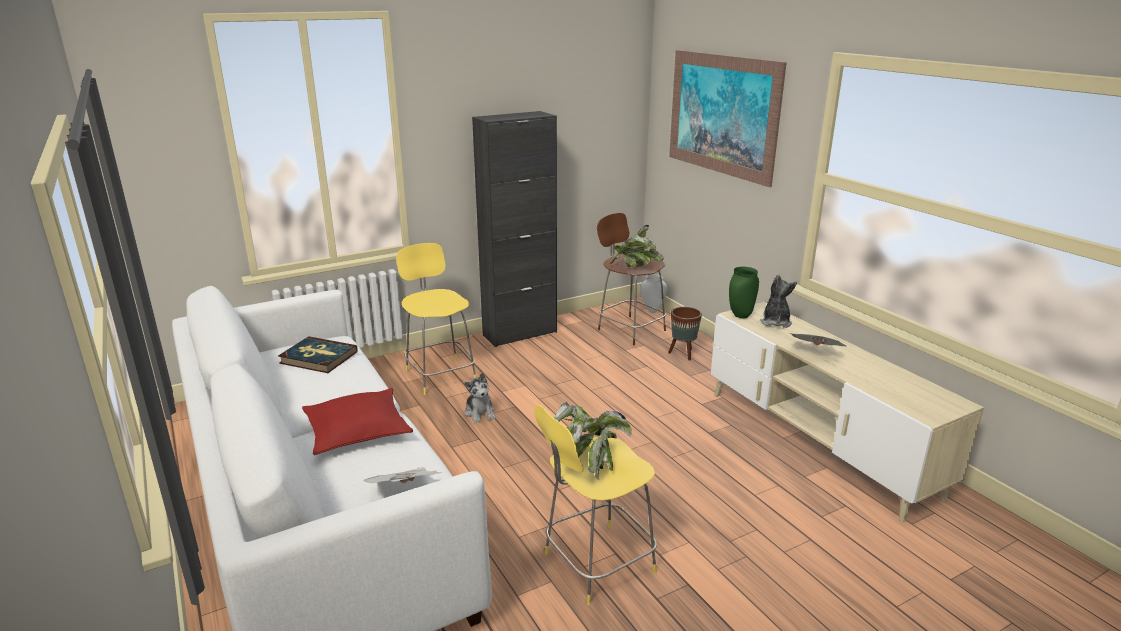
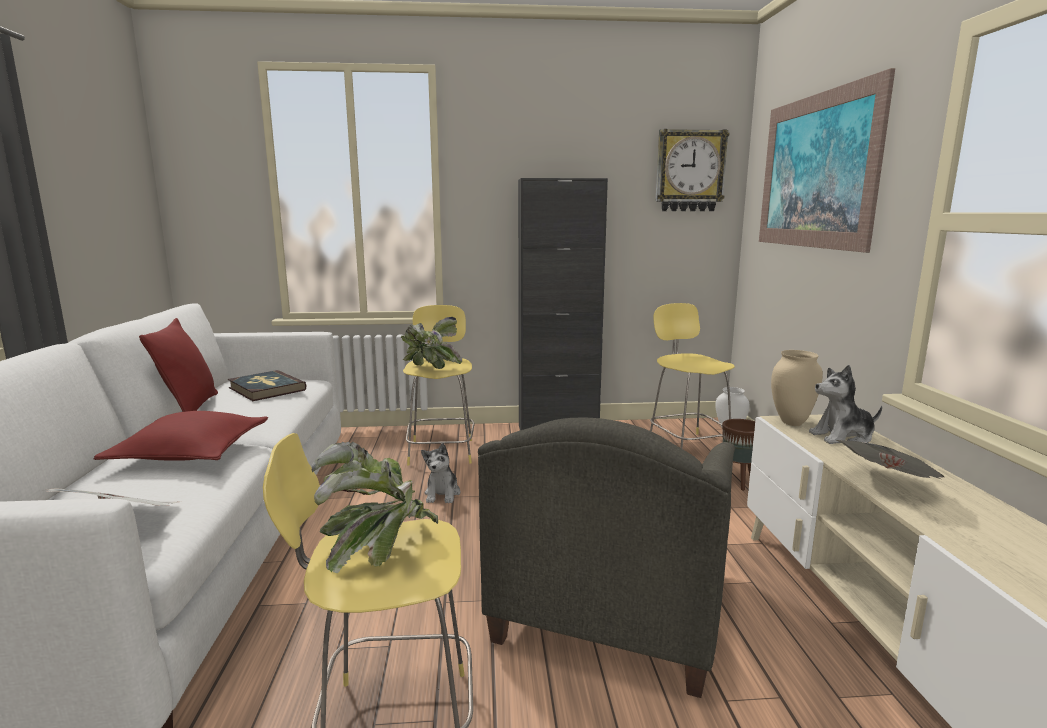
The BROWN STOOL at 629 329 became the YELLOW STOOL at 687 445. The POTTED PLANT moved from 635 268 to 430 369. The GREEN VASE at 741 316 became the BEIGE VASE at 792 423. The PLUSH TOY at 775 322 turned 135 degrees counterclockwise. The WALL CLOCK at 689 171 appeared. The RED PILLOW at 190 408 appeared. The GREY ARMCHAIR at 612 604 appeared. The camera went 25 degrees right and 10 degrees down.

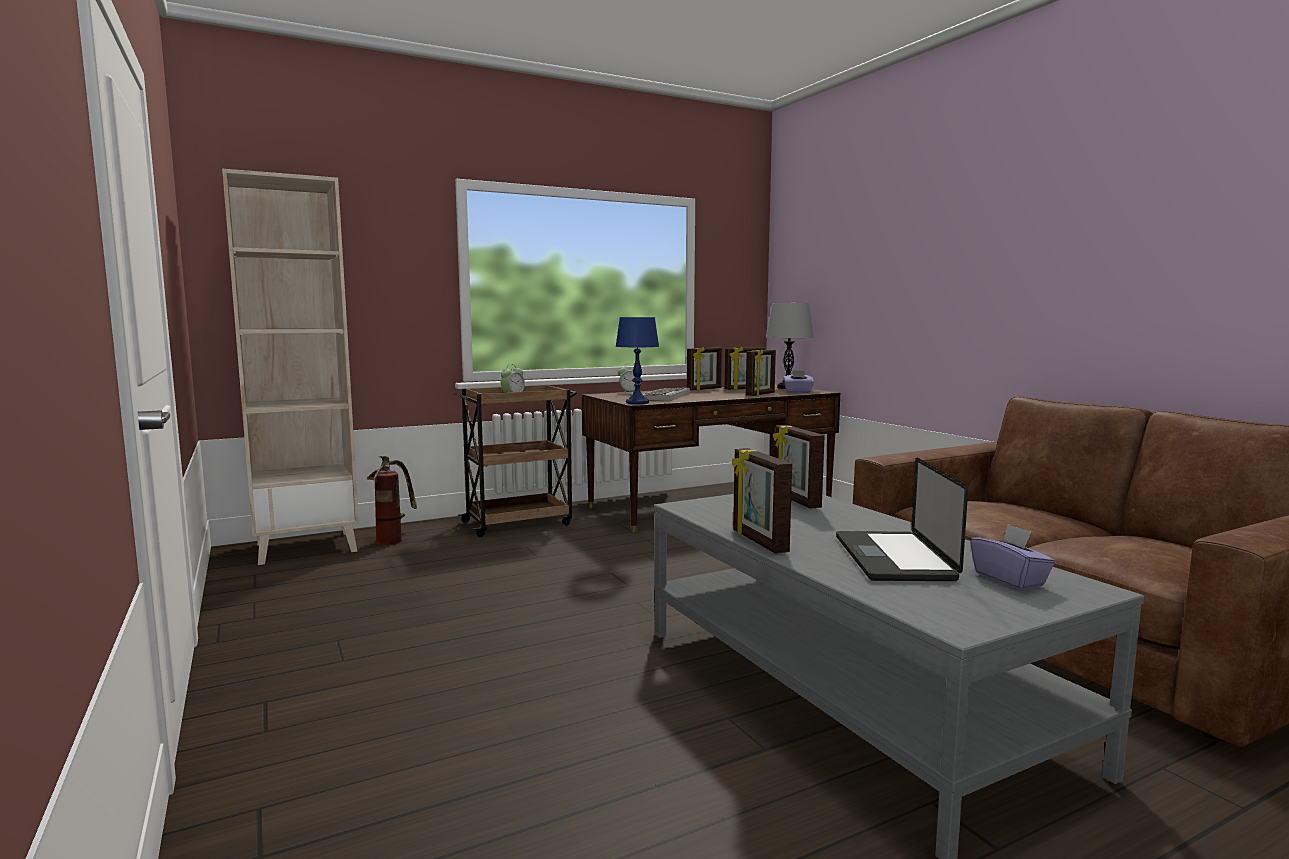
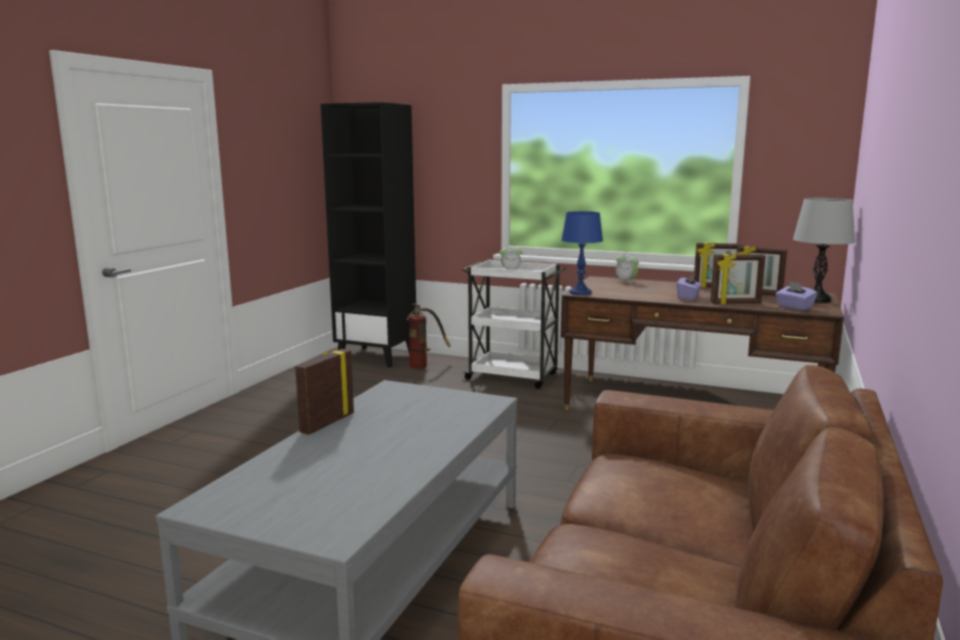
The BEIGE BOOKCASE at 307 547 became the BLACK BOOKCASE at 377 357. The BROWN CART at 519 523 became the WHITE CART at 513 377. The KEYBOARD at 664 396 disappeared. The PICTURE FRAME at 795 501 disappeared. The LAPTOP at 893 558 disappeared. The PURPLE TISSUE BOX moved from 1010 579 to 688 297. The camera went 50 degrees right and 5 degrees up.

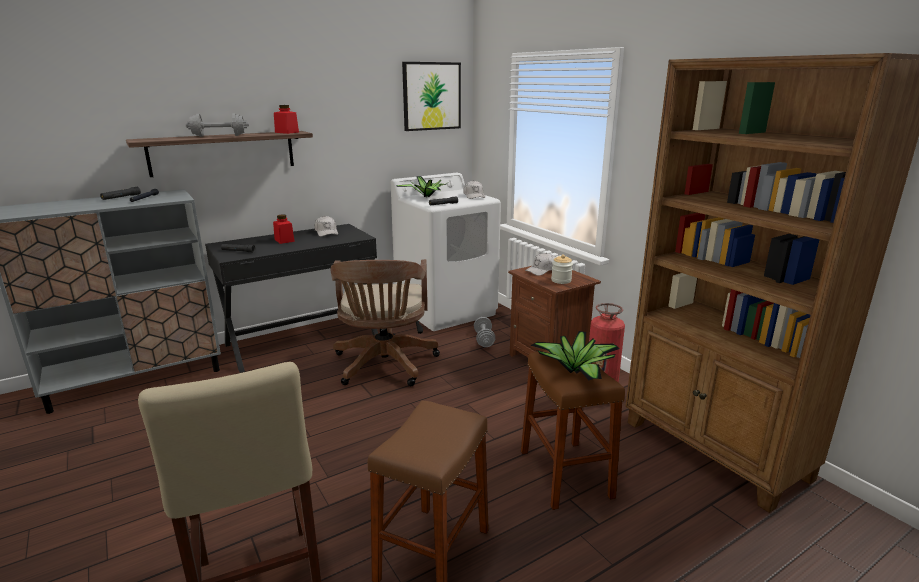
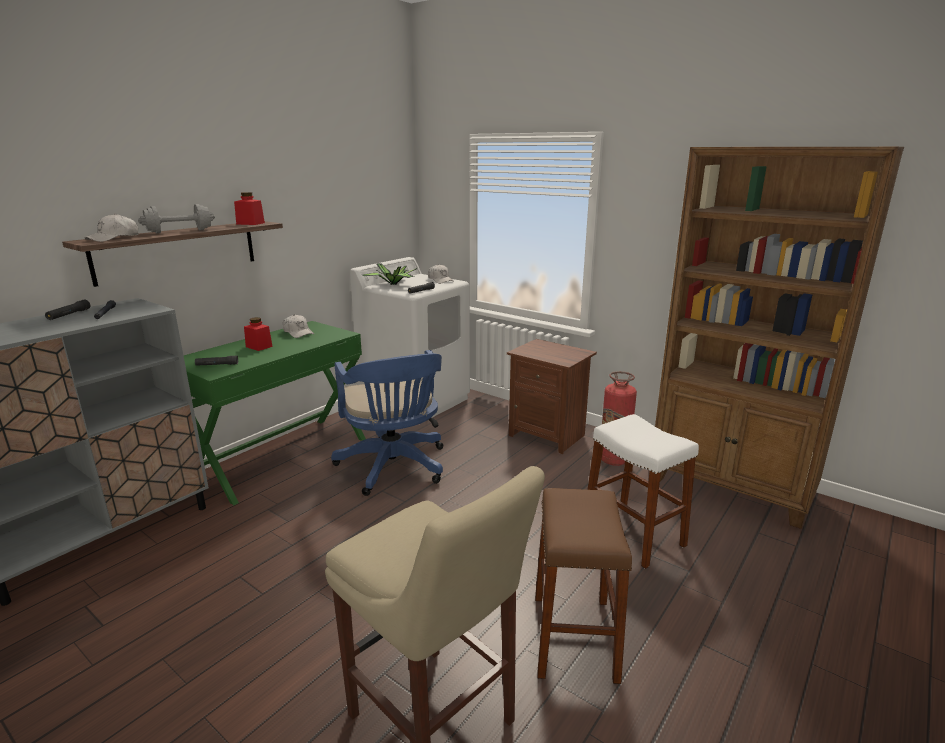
The PICTURE at 431 96 disappeared. The BLACK DESK at 303 340 became the GREEN DESK at 282 456. The WHITE CAP moved from 542 270 to 114 238. The JAR at 561 280 disappeared. The BROWN OFFICE CHAIR at 384 366 became the BLUE OFFICE CHAIR at 394 468. The GREY DUMBBELL at 484 340 disappeared. The POTTED PLANT at 576 371 disappeared. The BROWN STOOL at 565 473 became the WHITE STOOL at 633 534. The camera went 20 degrees left and 0 degrees up.

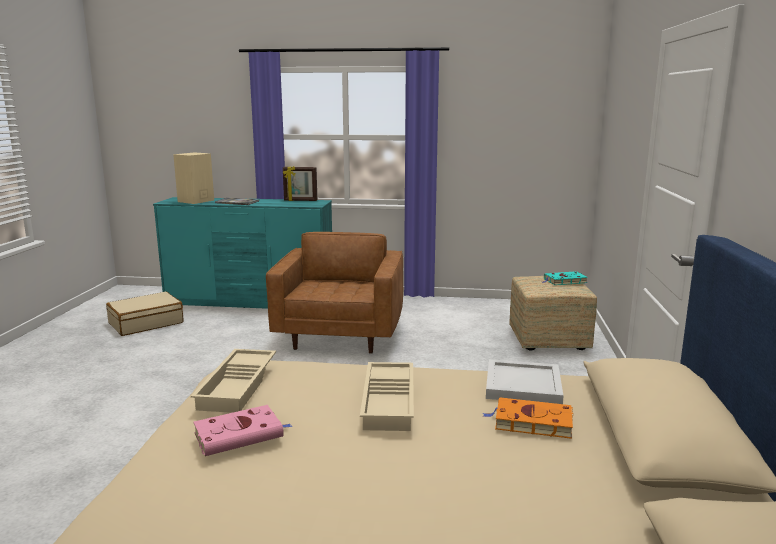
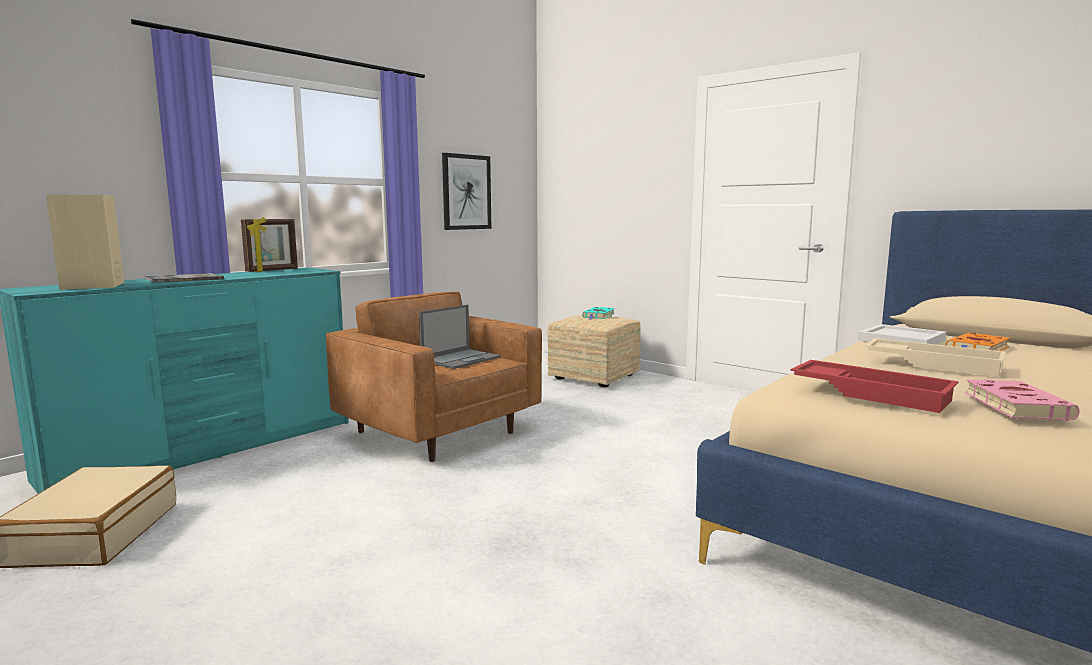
The BEIGE TRAY at 239 386 became the RED TRAY at 871 393. The PICTURE at 466 192 appeared. The LAPTOP at 461 359 appeared. The camera went 55 degrees left and 5 degrees down.

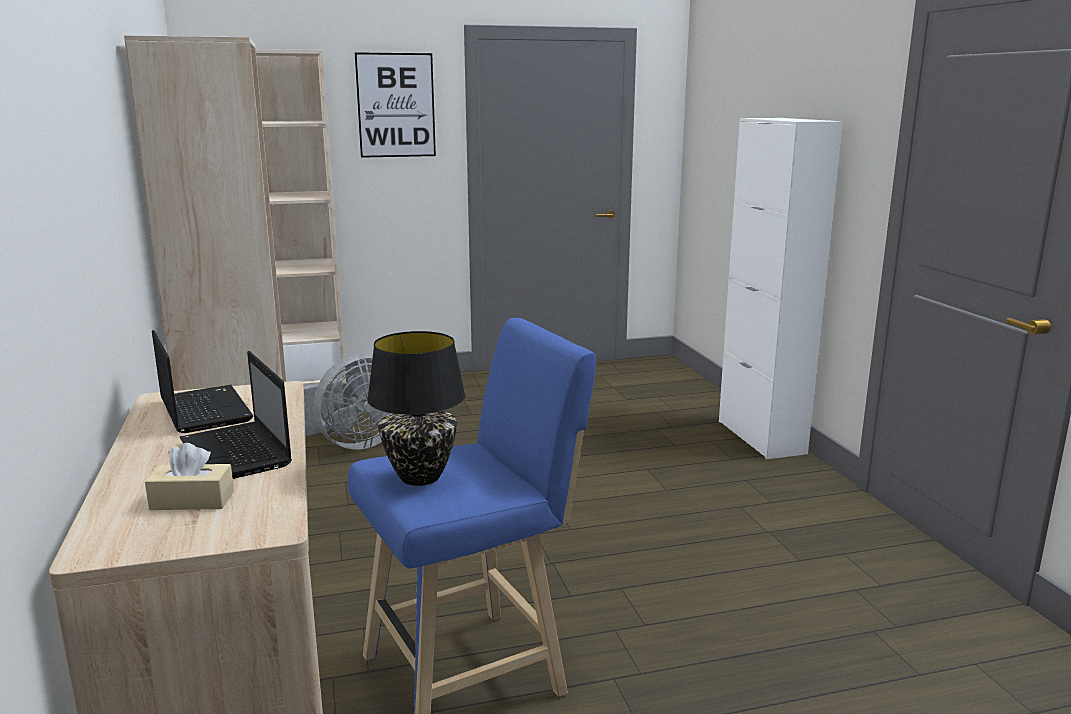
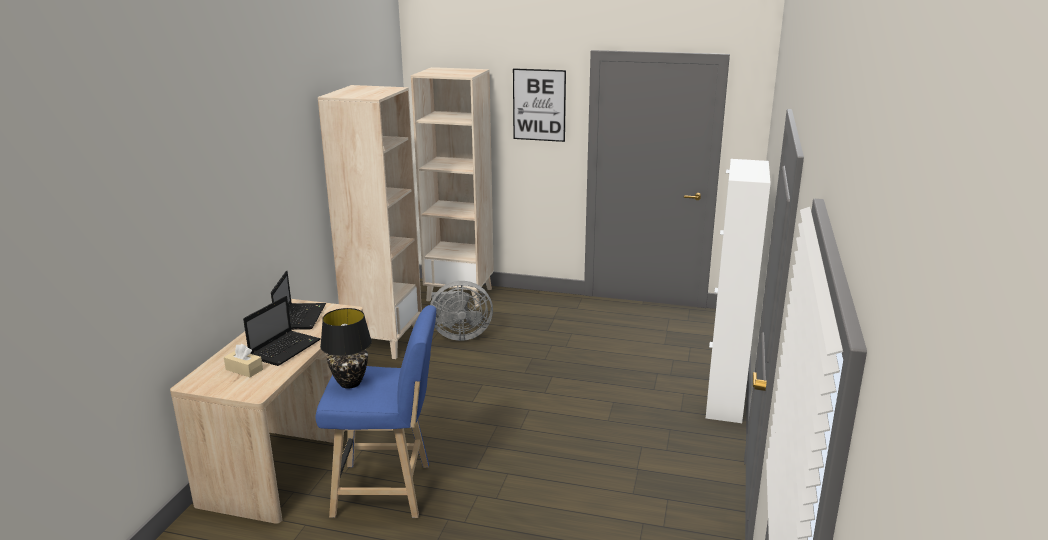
The LAPTOP at 237 454 turned 150 degrees counterclockwise. The camera went 30 degrees right and 5 degrees up.

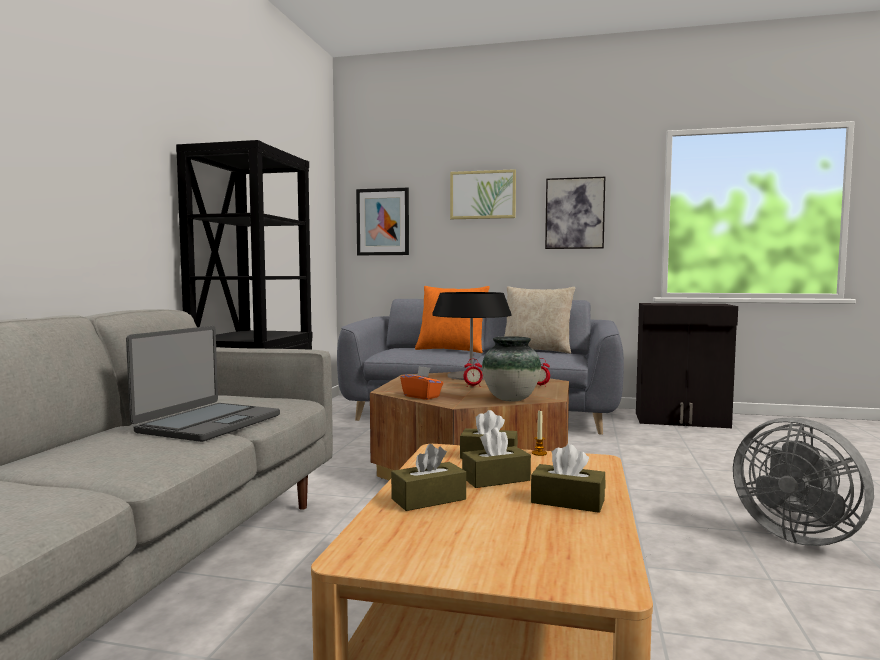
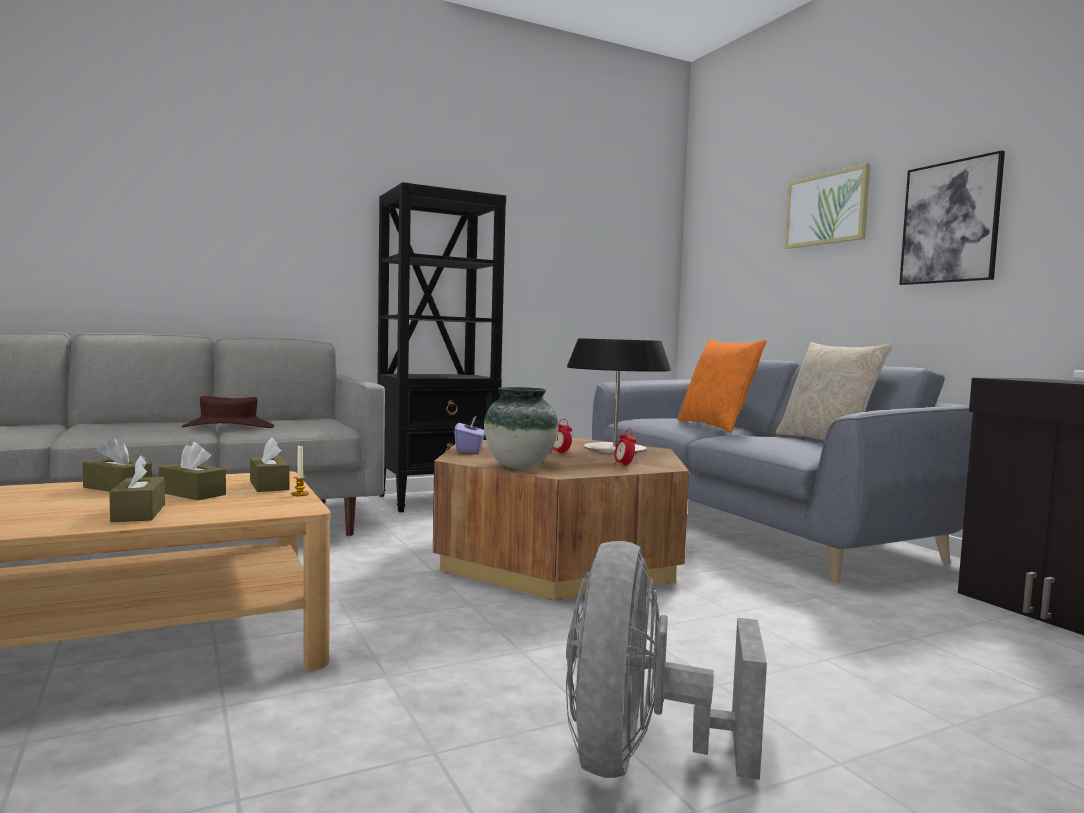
The PICTURE at 383 222 disappeared. The LAPTOP at 208 423 was replaced by the BROWN HAT at 229 427. The ORANGE TISSUE BOX at 422 396 became the PURPLE TISSUE BOX at 470 450. The camera went 50 degrees right and 0 degrees up.

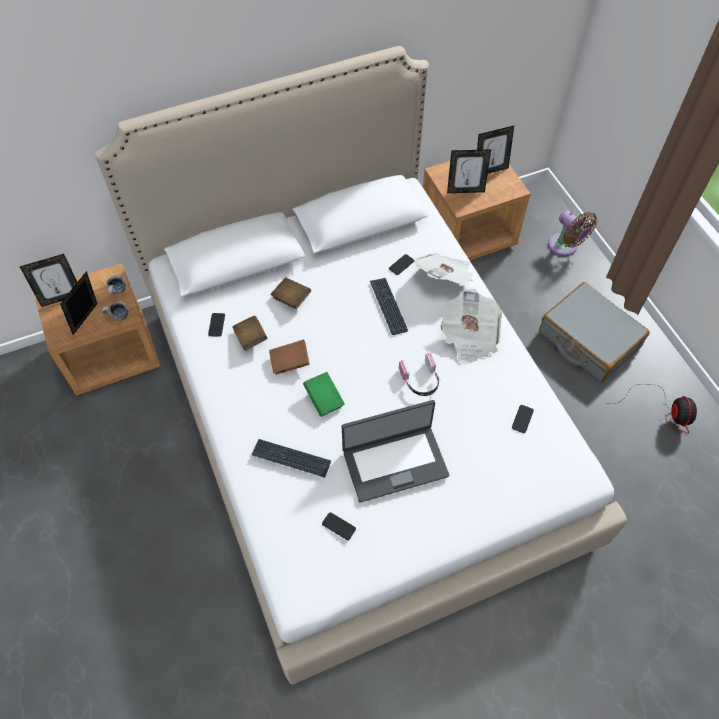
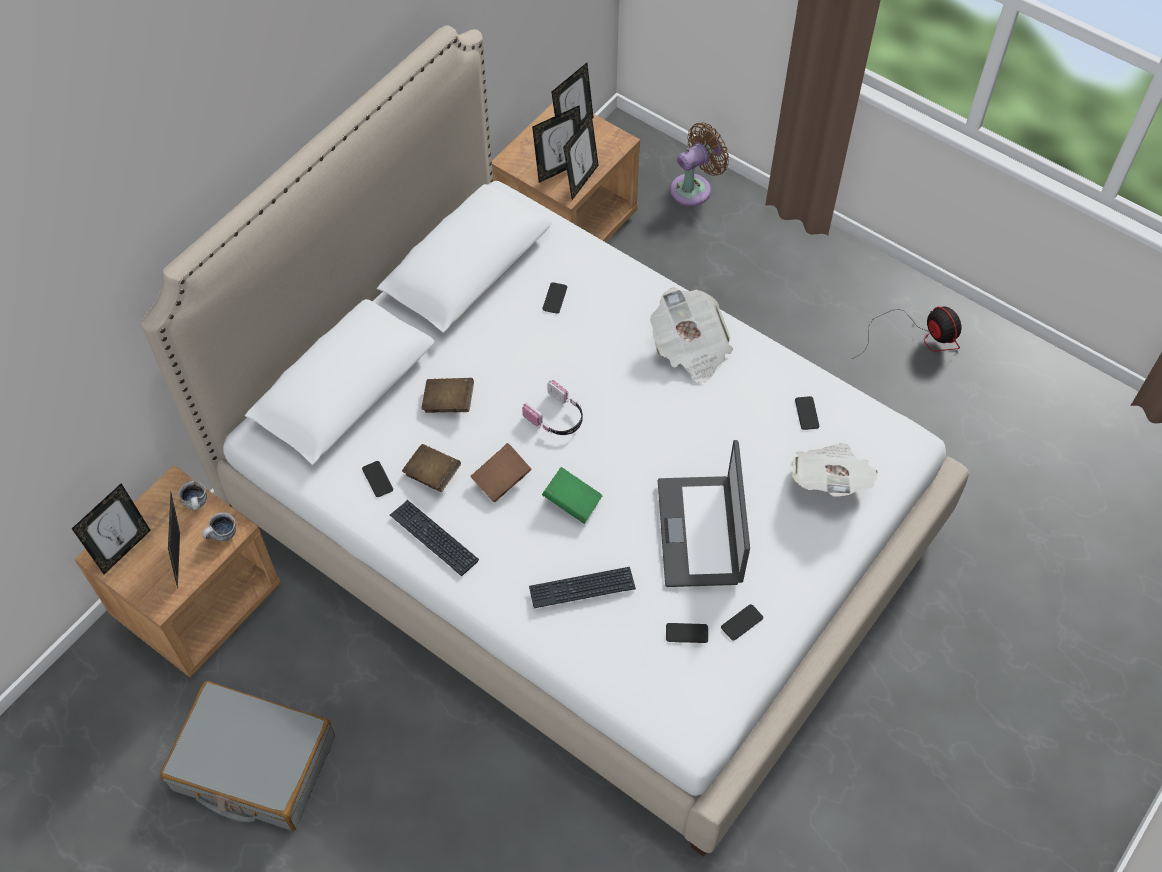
The BROWN FAN at 565 247 turned 60 degrees counterclockwise. The NEWSPAPER moved from 445 277 to 830 480. The KEYBOARD moved from 388 306 to 434 538. The GREY SUITCASE moved from 588 340 to 253 764. The HEADPHONES moved from 420 380 to 556 417. The LAPTOP at 394 462 turned 135 degrees clockwise. The PICTURE FRAME at 581 181 appeared. The PHONE at 742 622 appeared. The camera went 30 degrees left and 0 degrees up.

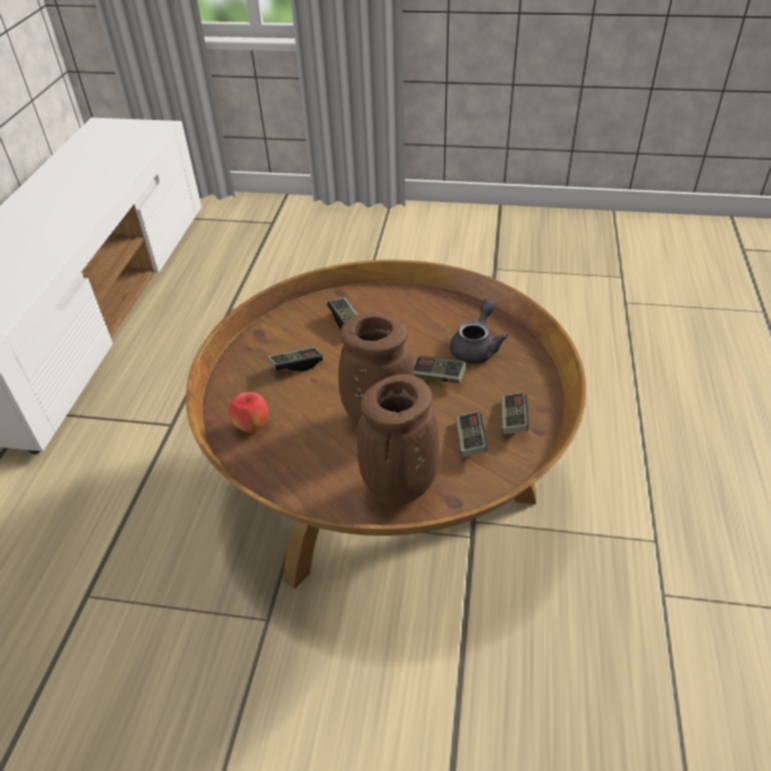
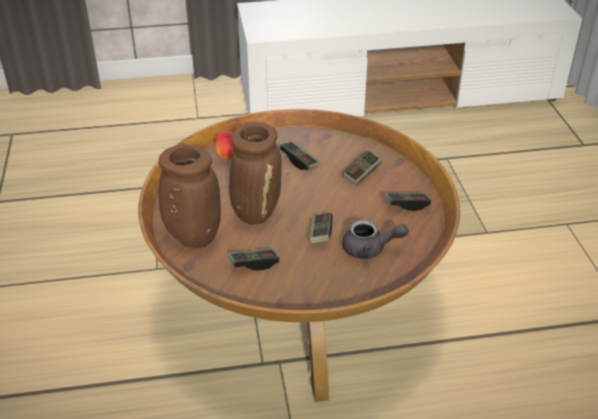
The GAME CONTROLLER moved from 513 420 to 406 205. The camera went 70 degrees right and 5 degrees down.

